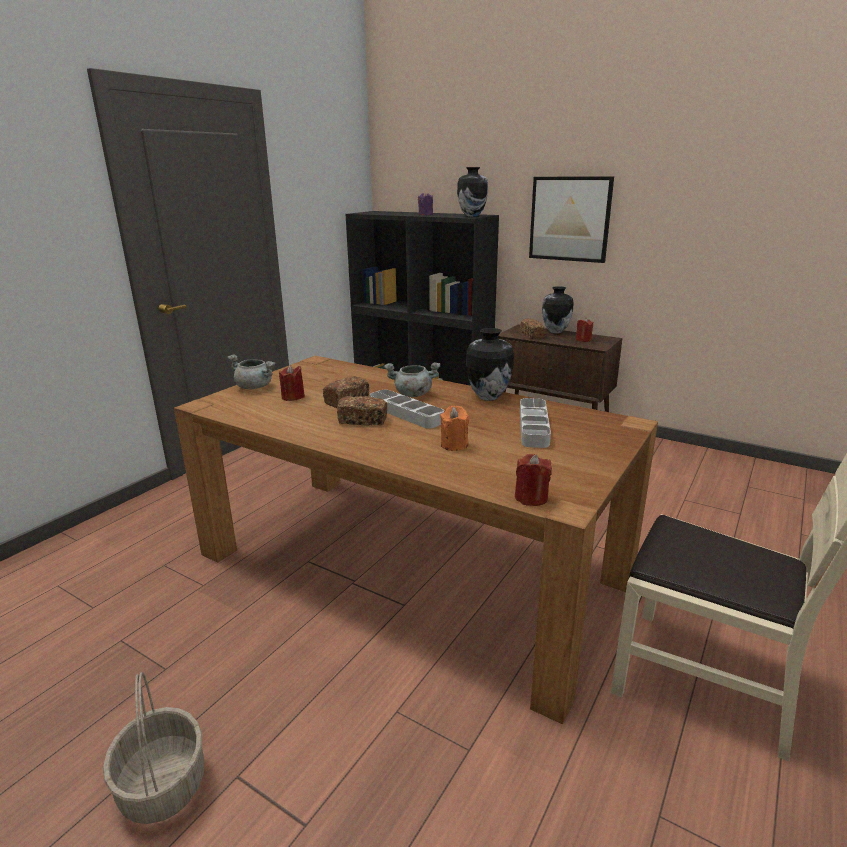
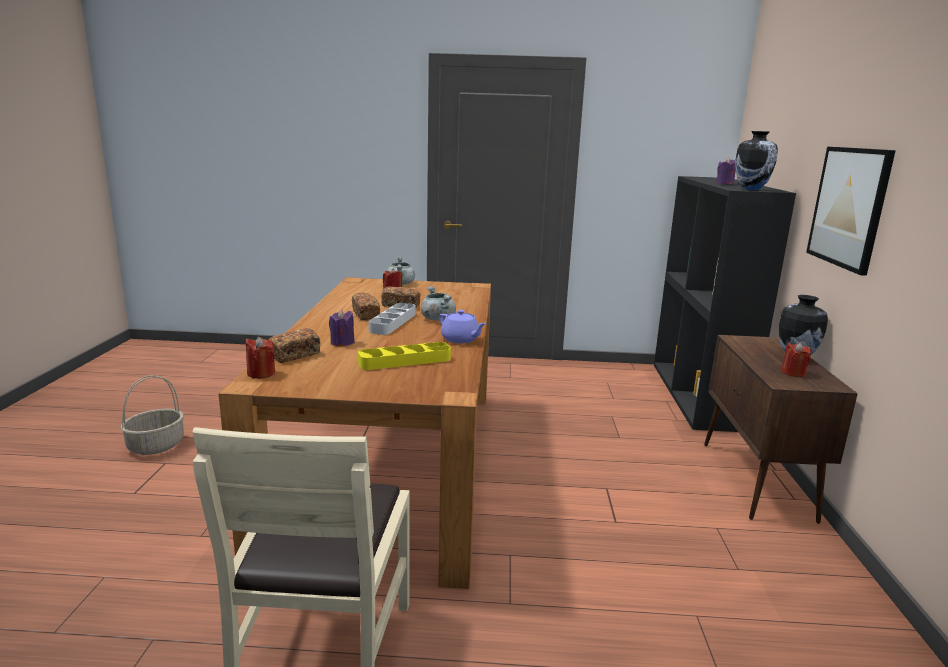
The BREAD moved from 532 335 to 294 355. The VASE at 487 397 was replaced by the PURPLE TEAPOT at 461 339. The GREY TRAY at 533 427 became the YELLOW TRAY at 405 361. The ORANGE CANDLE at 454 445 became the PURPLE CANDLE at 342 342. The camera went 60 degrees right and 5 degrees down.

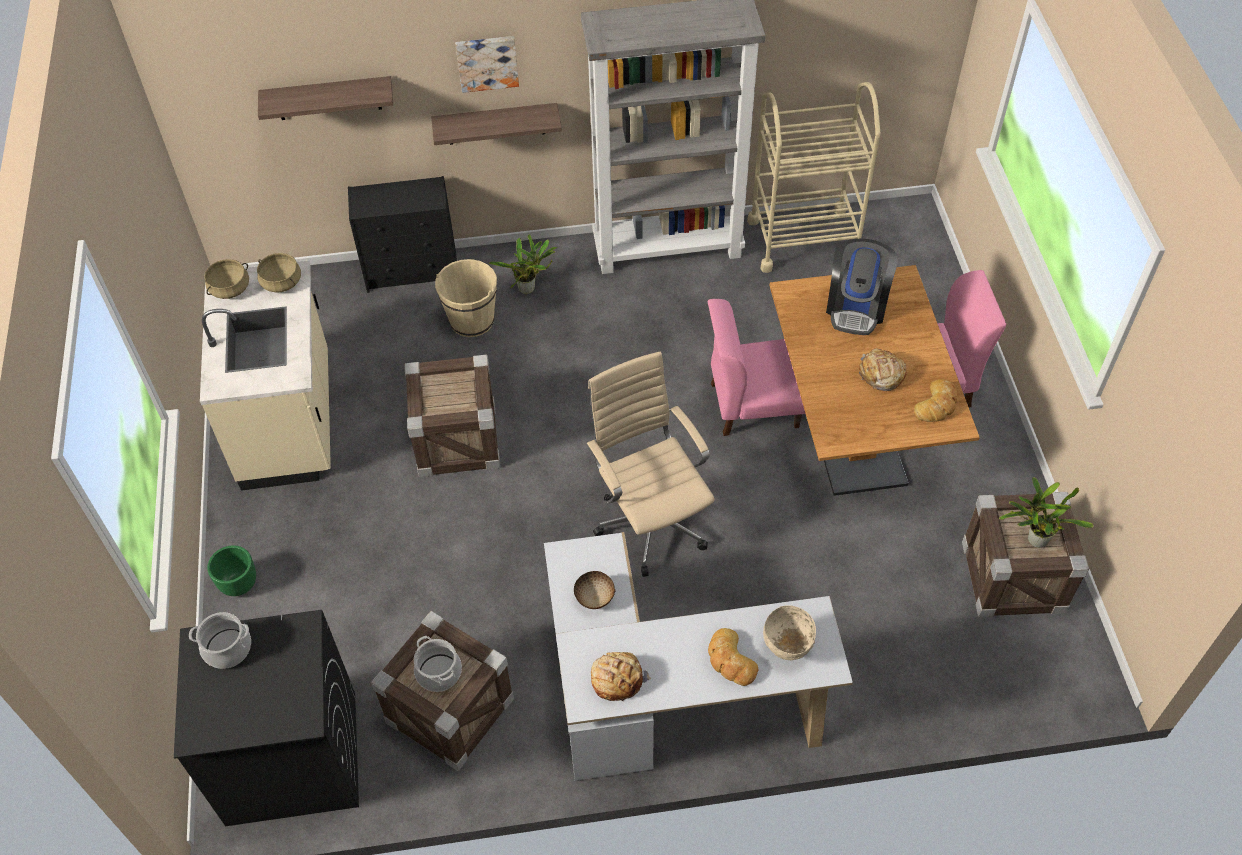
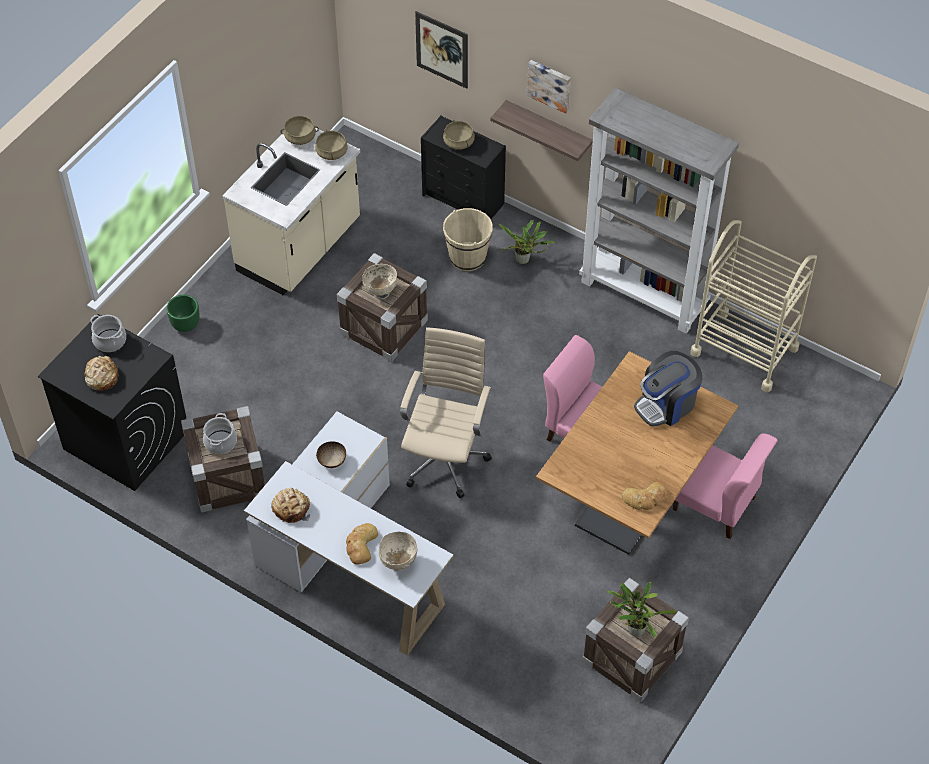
The SHELF at 328 98 was replaced by the PICTURE at 442 49. The BREAD moved from 881 375 to 101 377. The BEIGE COOKING POT at 459 142 appeared. The BEIGE BOWL at 380 292 appeared. The camera went 40 degrees right and 0 degrees up.

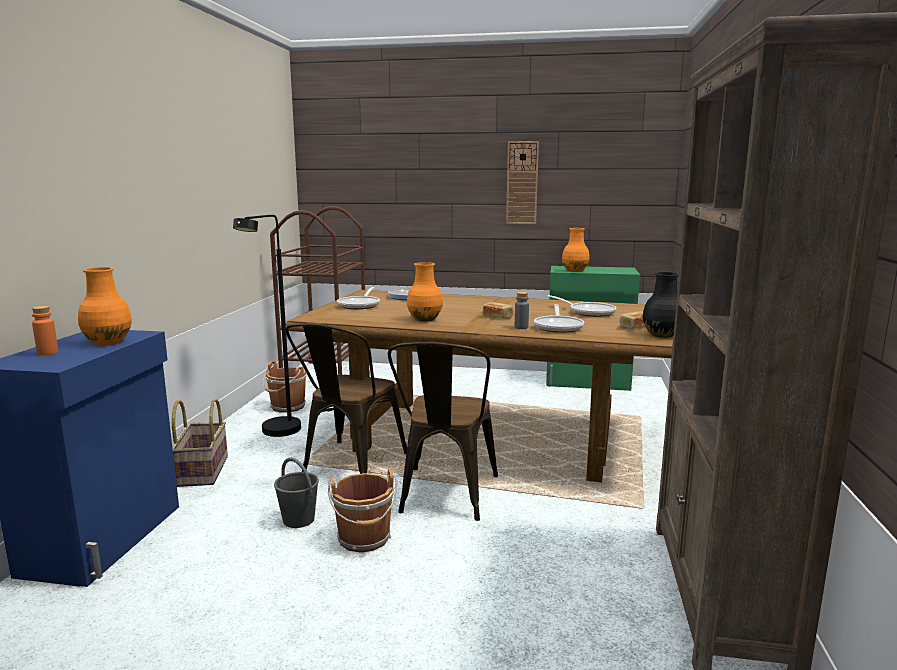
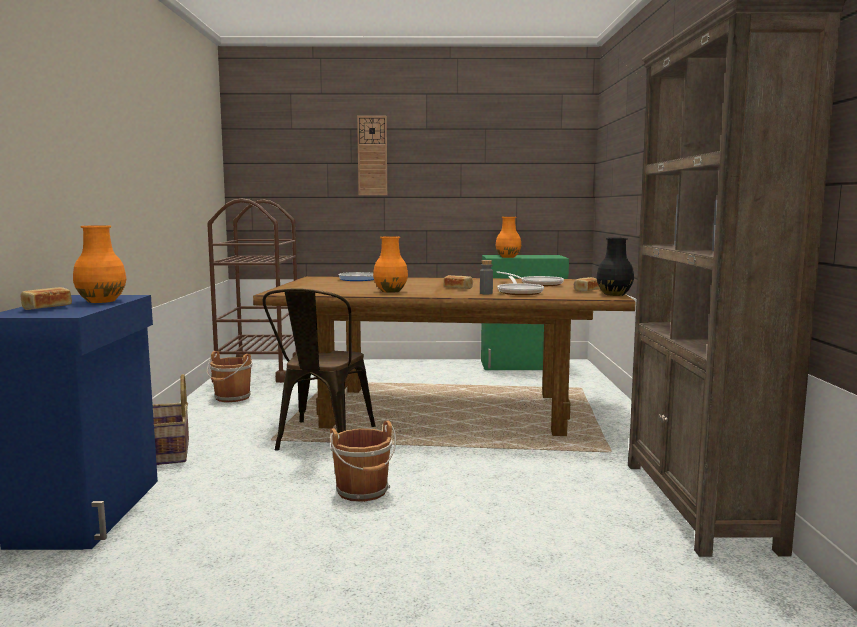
The WALL CLOCK moved from 522 183 to 372 156. The BLACK FLOOR LAMP at 277 433 disappeared. The FRYING PAN at 360 305 disappeared. The ORANGE BOTTLE at 47 353 was replaced by the BREAD at 46 308. The BROWN CHAIR at 445 498 disappeared. The GREY BUCKET at 298 519 disappeared. The camera went 10 degrees left and 5 degrees down.

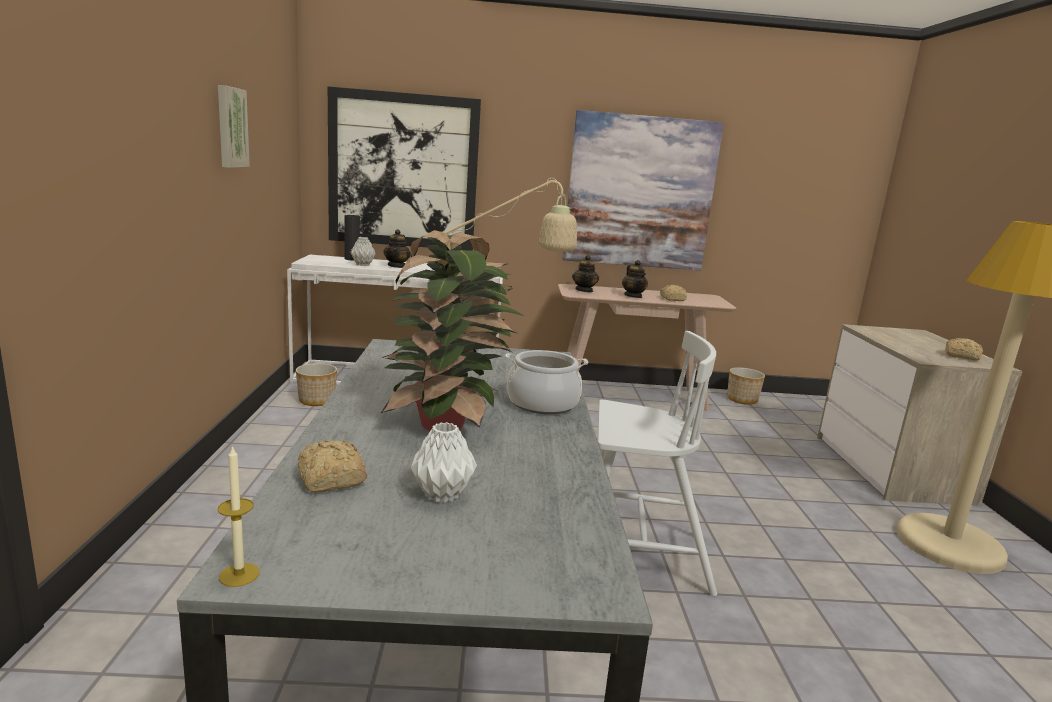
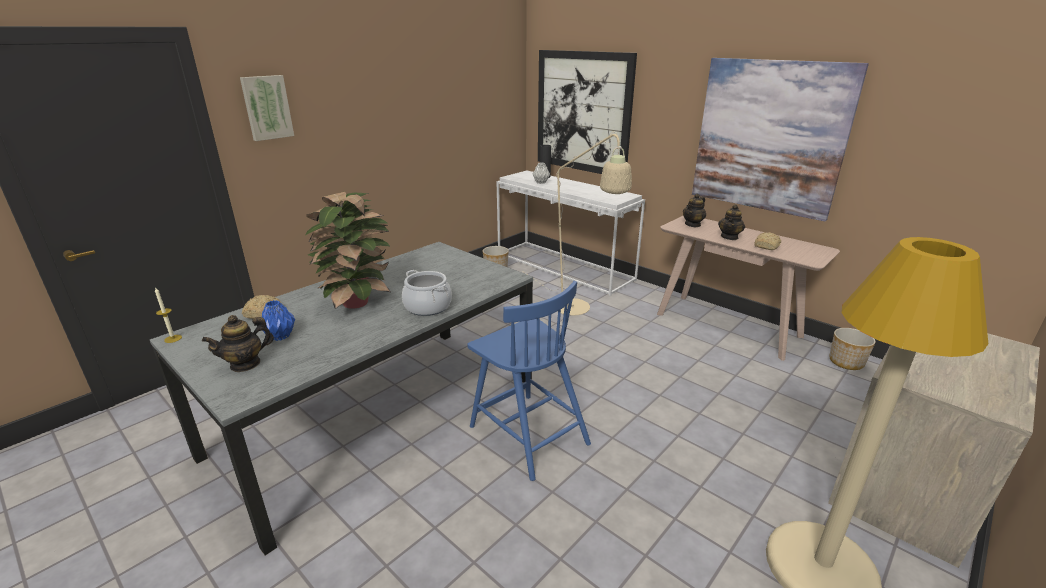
The PICTURE moved from 230 127 to 267 107. The TEAPOT moved from 397 266 to 245 364. The WHITE CHAIR at 637 555 became the BLUE CHAIR at 527 433. The BREAD at 960 356 disappeared. The WHITE VASE at 441 495 became the BLUE VASE at 279 336. The camera went 45 degrees right and 10 degrees up.

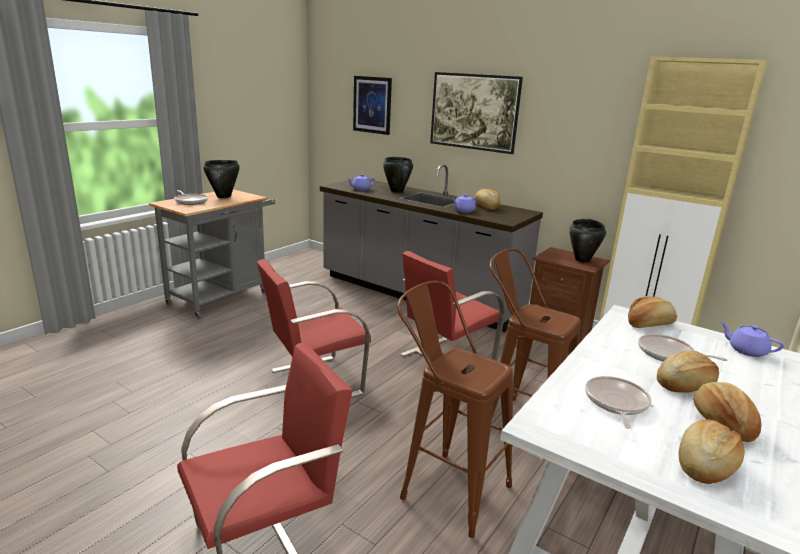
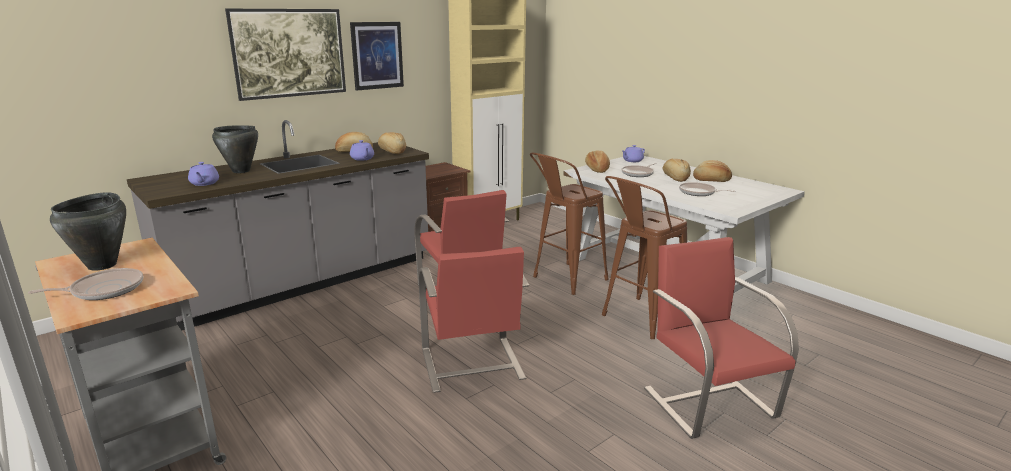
The PICTURE moved from 372 105 to 377 55. The BLACK COOKING POT at 582 260 disappeared. The BREAD moved from 704 464 to 392 151. The camera went 75 degrees left and 0 degrees up.

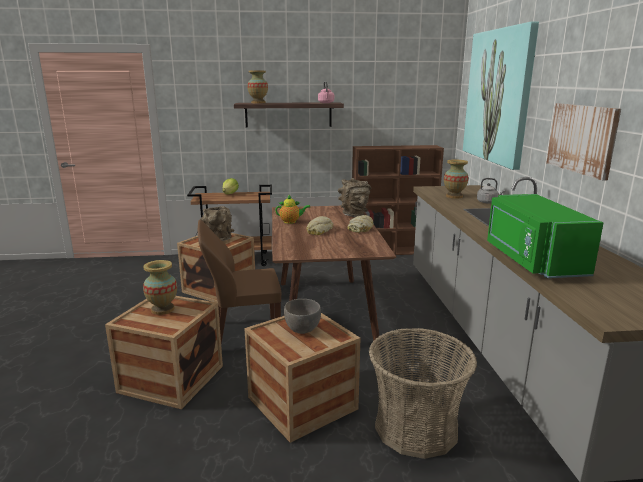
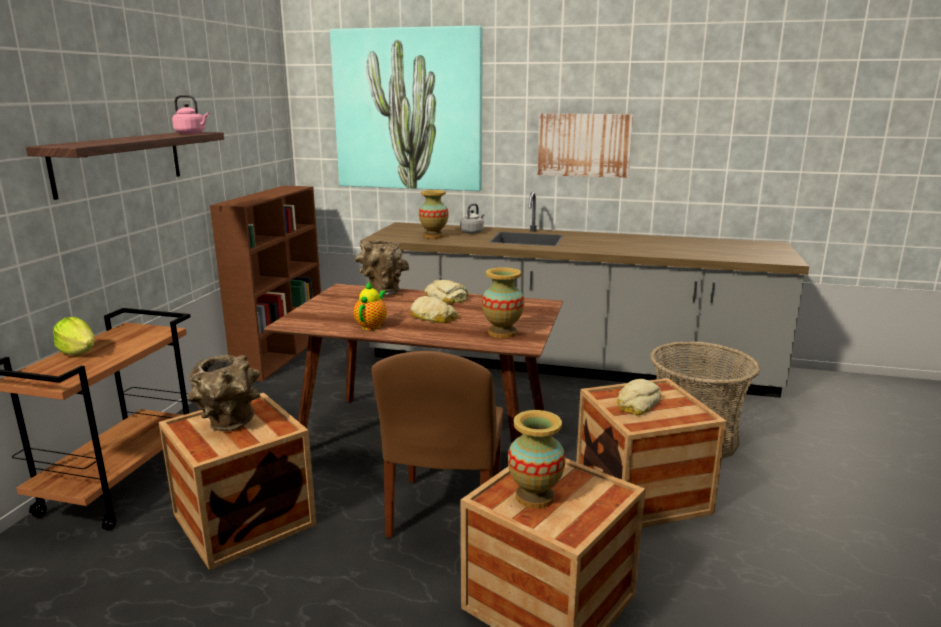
The VASE moved from 258 103 to 502 333. The GREEN MICROWAVE at 531 260 disappeared. The GREY BOWL at 302 329 was replaced by the BREAD at 637 403. The camera went 70 degrees left and 0 degrees up.

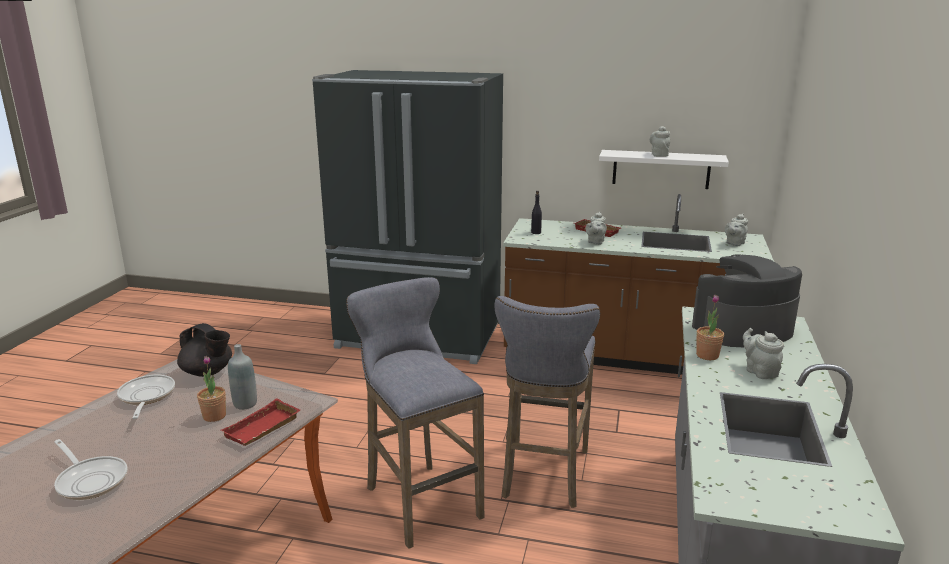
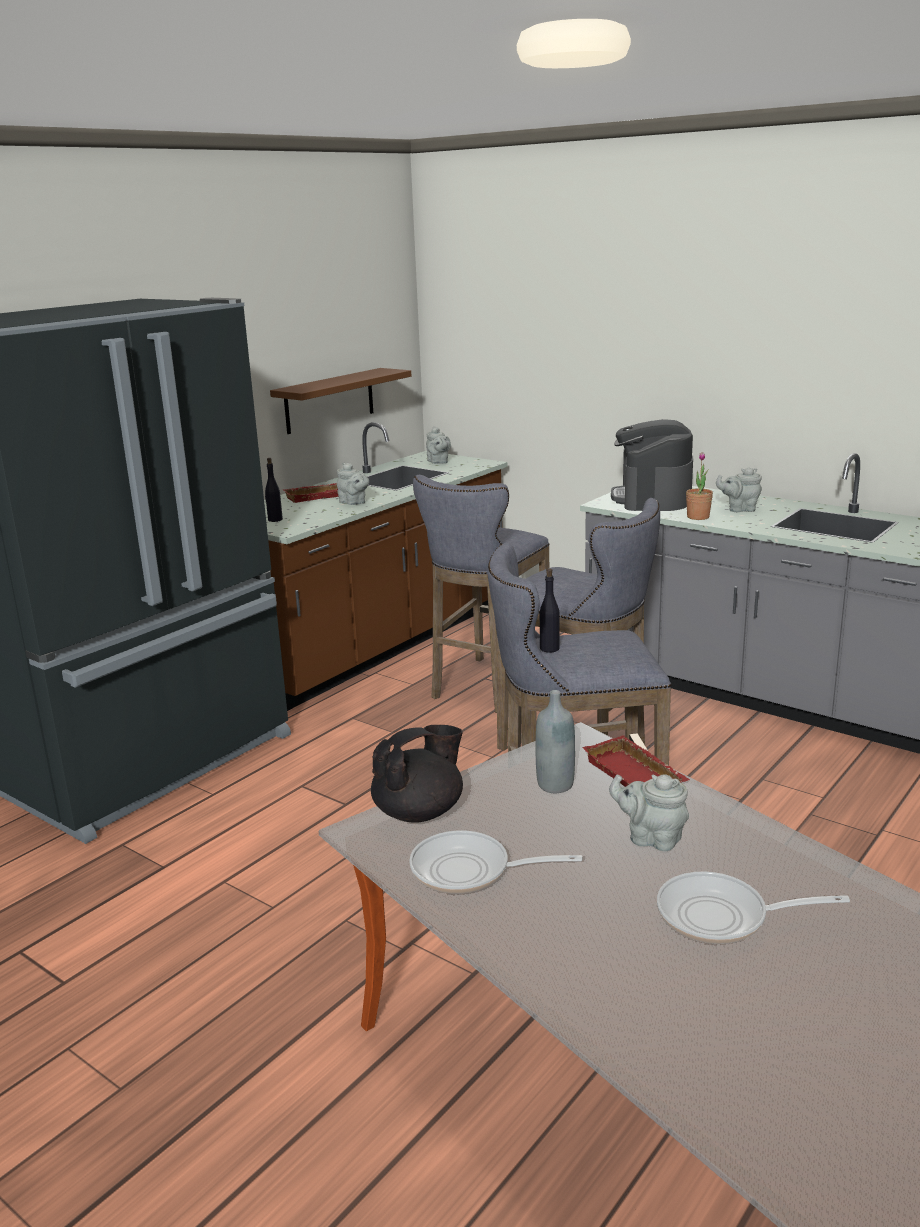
The GREY TEAPOT moved from 659 155 to 651 838. The WHITE SHELF at 661 169 became the BROWN SHELF at 329 400. The POTTED PLANT at 214 416 disappeared. The FRYING PAN at 90 480 turned 150 degrees counterclockwise. The GREY STOOL at 487 687 appeared. The BLACK BOTTLE at 549 648 appeared. The camera went 65 degrees left and 0 degrees up.

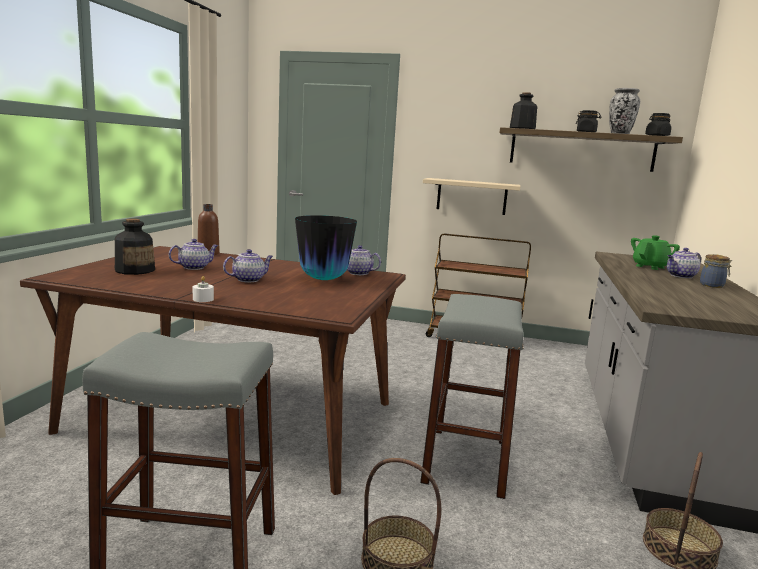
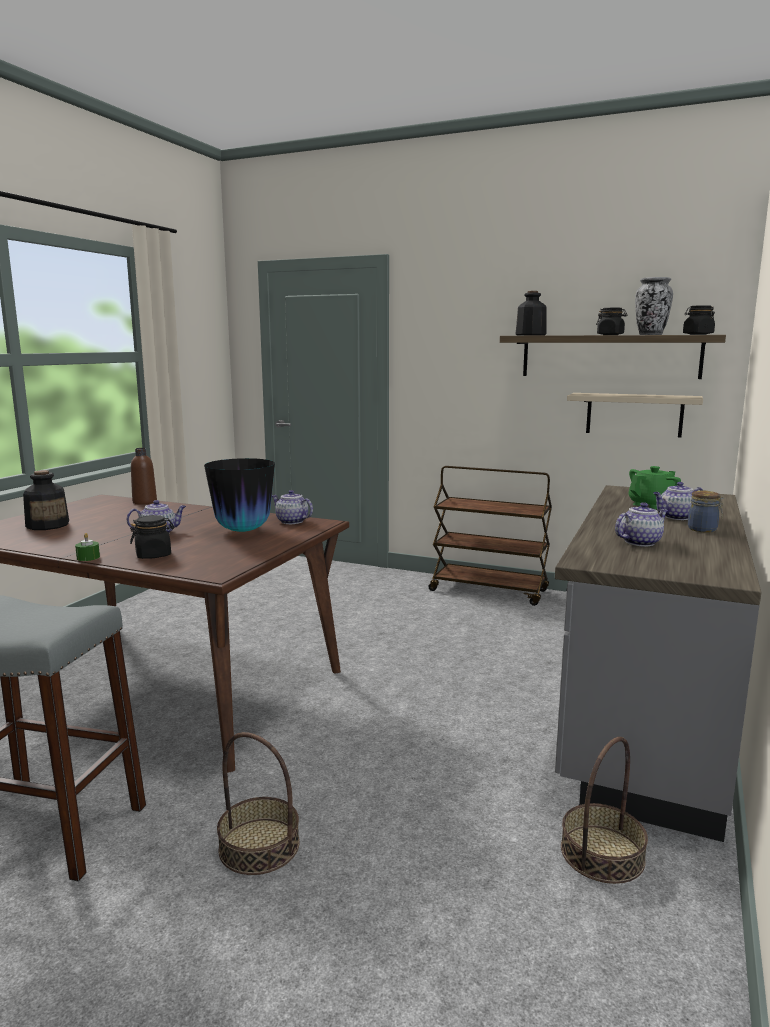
The BEIGE SHELF moved from 471 196 to 634 414. The TEAPOT moved from 194 267 to 640 542. The WHITE CANDLE at 203 299 became the GREEN CANDLE at 88 557. The GREY STOOL at 466 461 disappeared. The BLACK JAR at 154 555 appeared. The camera went 10 degrees right and 0 degrees up.

